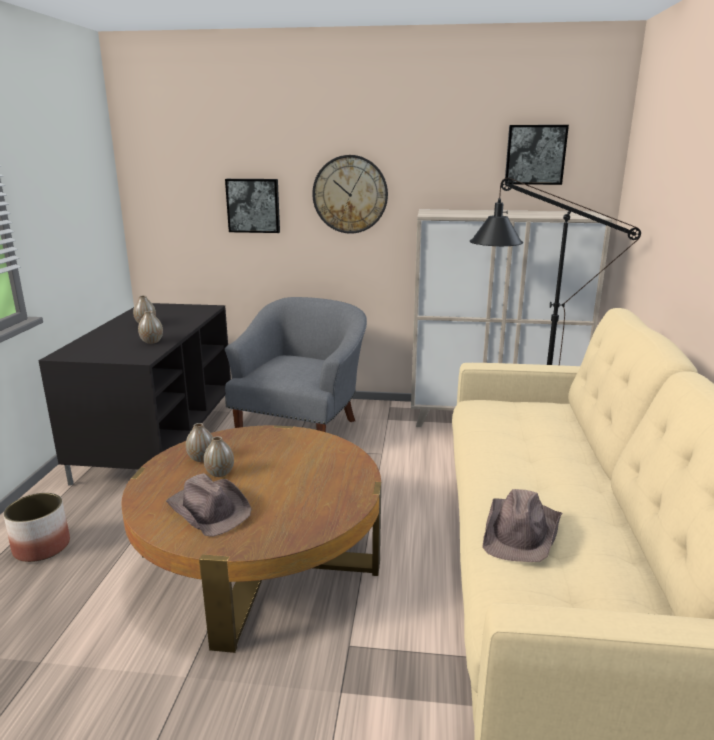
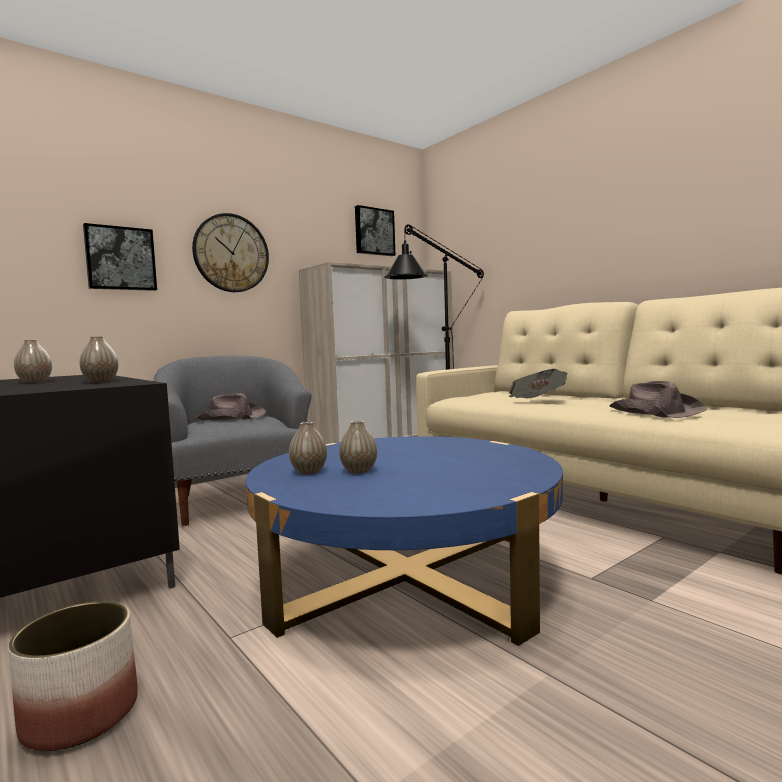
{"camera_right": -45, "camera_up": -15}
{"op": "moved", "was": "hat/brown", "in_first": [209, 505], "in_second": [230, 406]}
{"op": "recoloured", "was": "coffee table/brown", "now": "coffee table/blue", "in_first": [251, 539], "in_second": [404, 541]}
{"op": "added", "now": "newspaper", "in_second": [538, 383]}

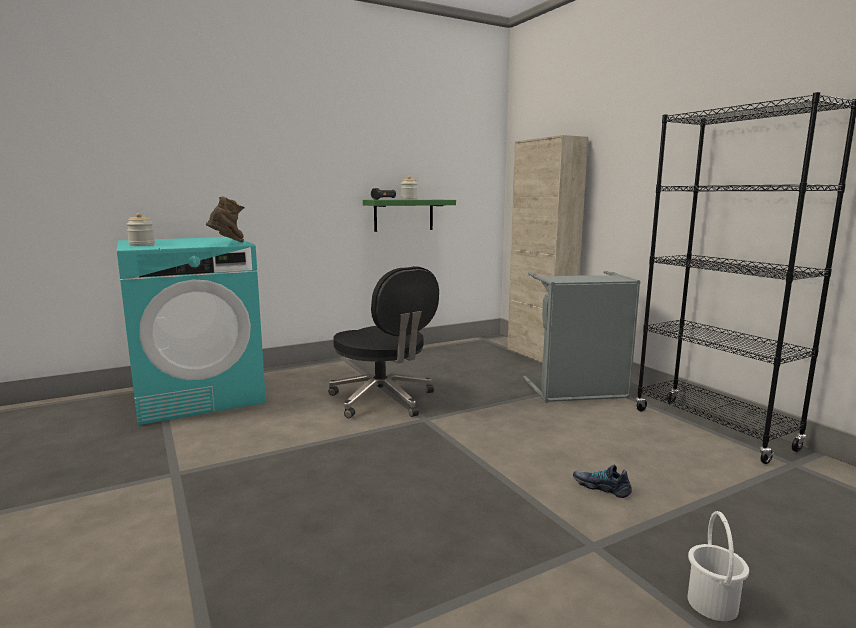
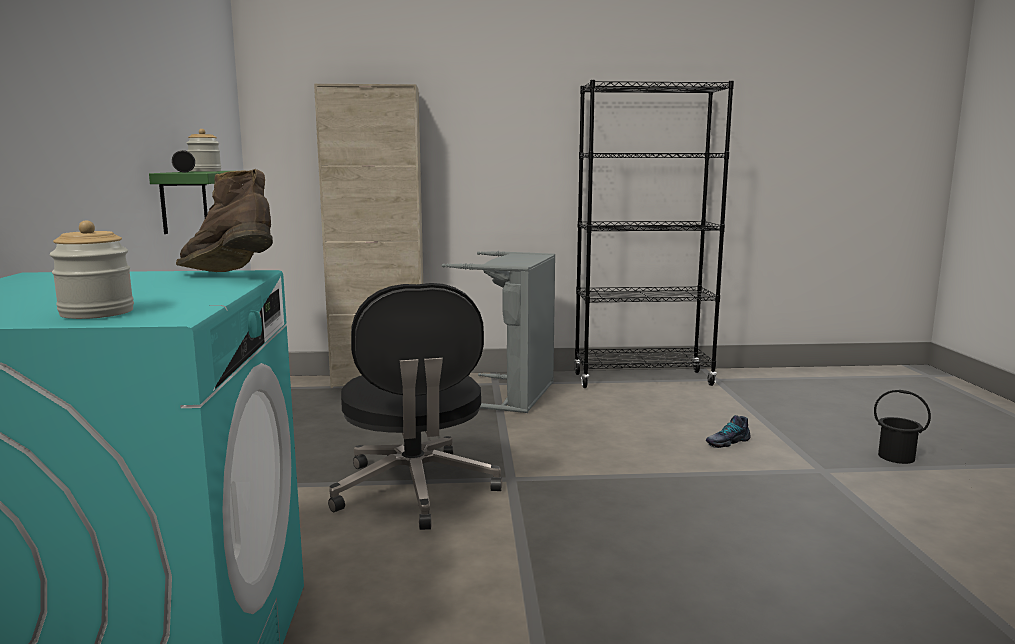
{"camera_right": -65, "camera_up": 0}
{"op": "turned", "was": "office chair/black", "in_first": [384, 342], "in_second": [415, 406], "clockwise": 90}
{"op": "recoloured", "was": "bucket/white", "now": "bucket/black", "in_first": [718, 566], "in_second": [902, 427]}

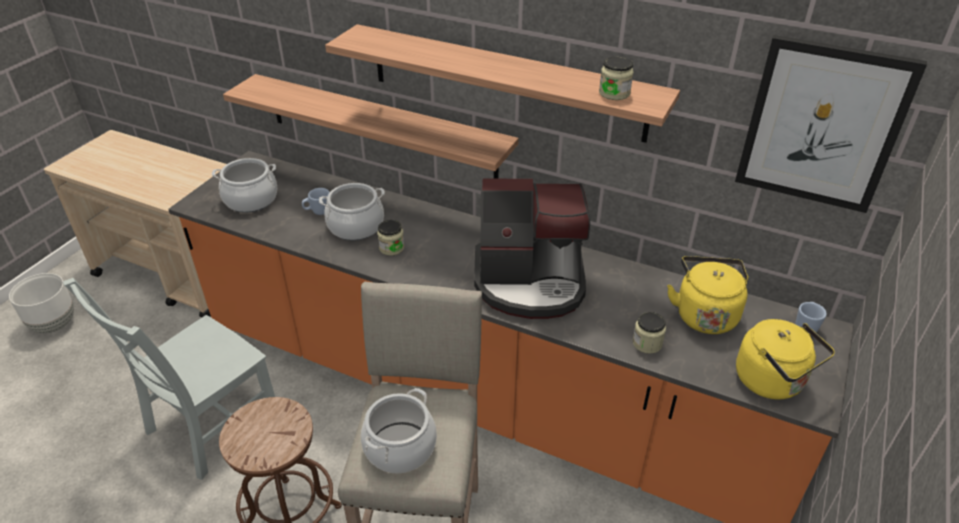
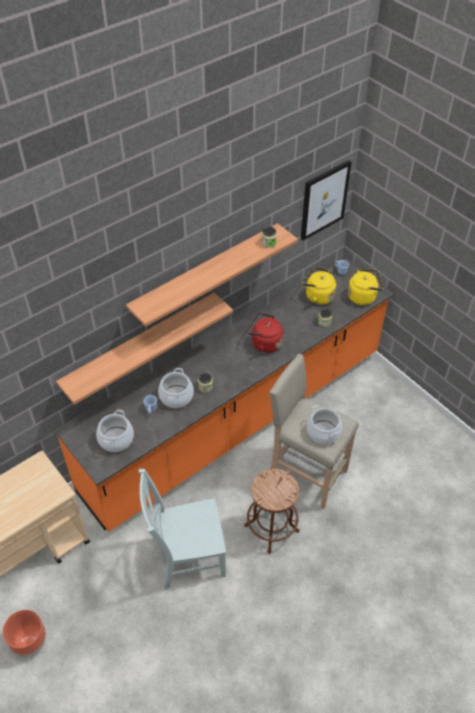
{"camera_right": -65, "camera_up": 10}
{"op": "recoloured", "was": "planter/white", "now": "planter/brown", "in_first": [41, 303], "in_second": [24, 633]}
{"op": "turned", "was": "chair/grey", "in_first": [169, 379], "in_second": [182, 529], "clockwise": 105}
{"op": "replaced", "was": "coffee machine", "now": "kettle/red", "in_first": [532, 248], "in_second": [265, 333]}

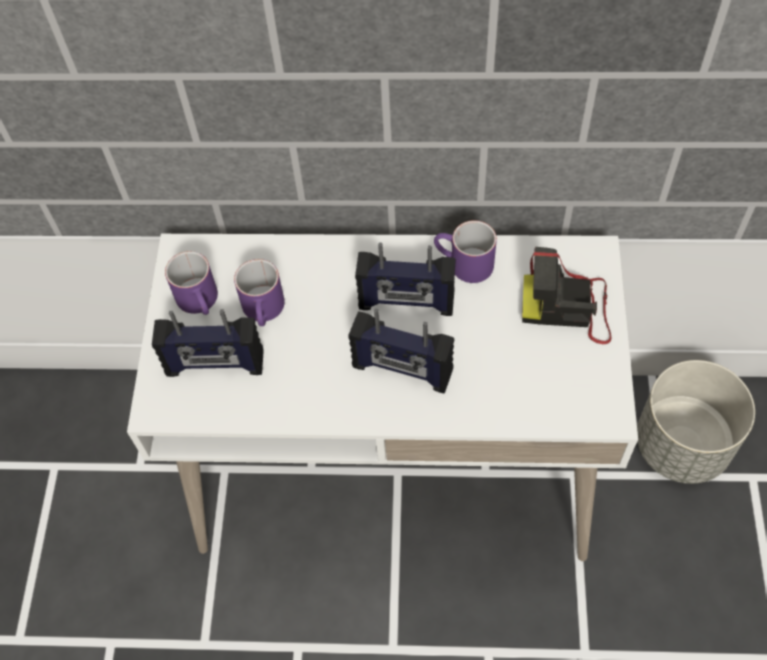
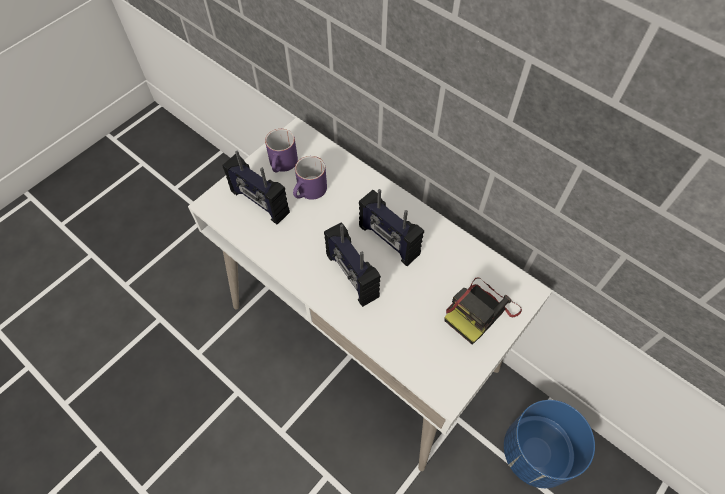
{"camera_right": 35, "camera_up": 0}
{"op": "turned", "was": "photo camera", "in_first": [567, 295], "in_second": [483, 311], "clockwise": -90}
{"op": "recoloured", "was": "planter/grey", "now": "planter/blue", "in_first": [696, 422], "in_second": [549, 444]}
{"op": "removed", "was": "mug/purple", "in_first": [465, 251]}

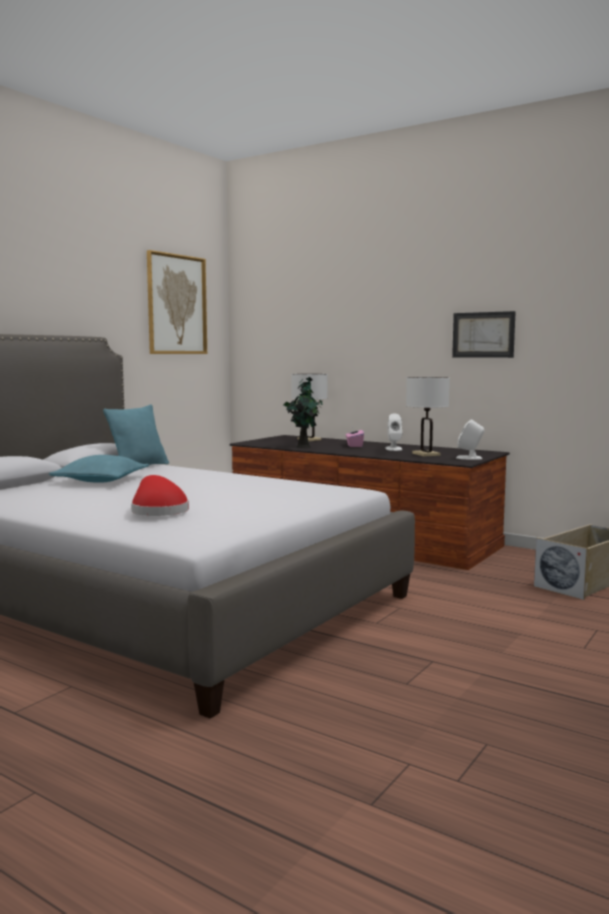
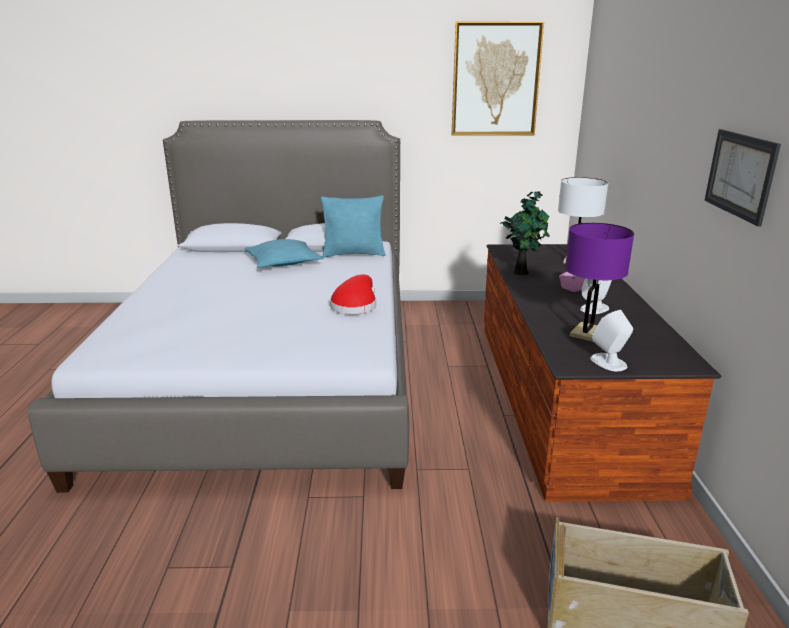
{"camera_right": 55, "camera_up": 15}
{"op": "moved", "was": "hat/red", "in_first": [160, 495], "in_second": [353, 294]}
{"op": "recoloured", "was": "table lamp/white", "now": "table lamp/purple", "in_first": [428, 417], "in_second": [599, 282]}

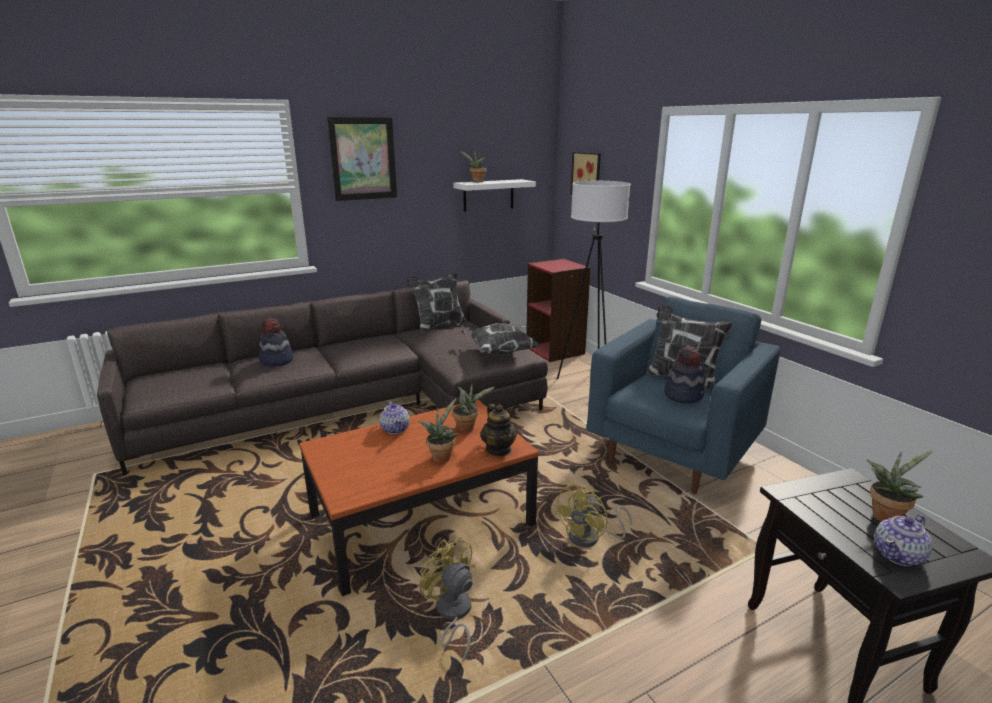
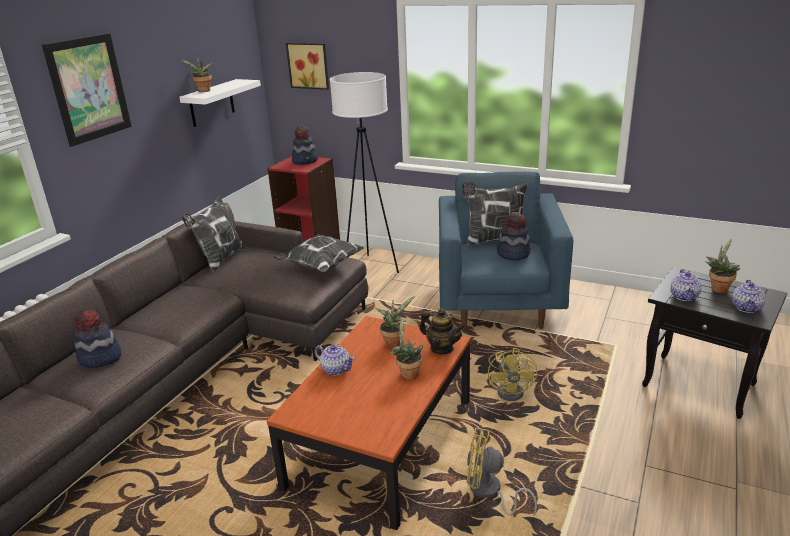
{"camera_right": -35, "camera_up": 5}
{"op": "added", "now": "hat", "in_second": [305, 145]}
{"op": "added", "now": "teapot", "in_second": [686, 285]}

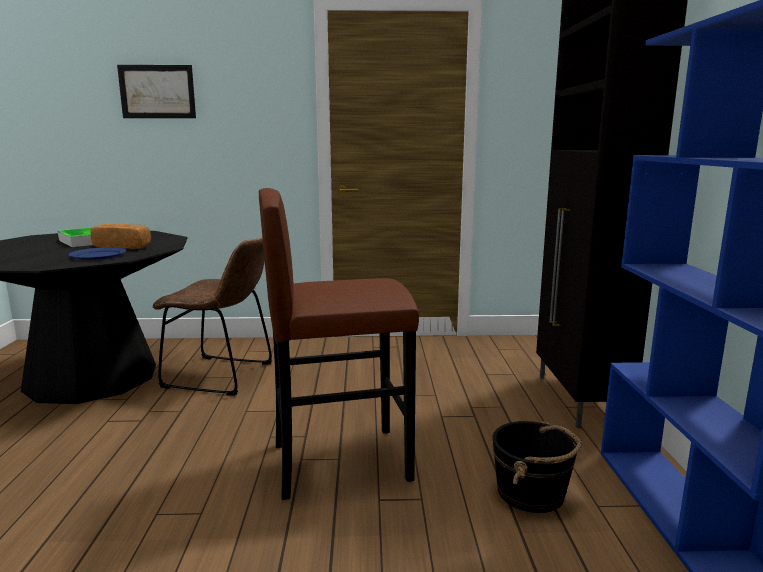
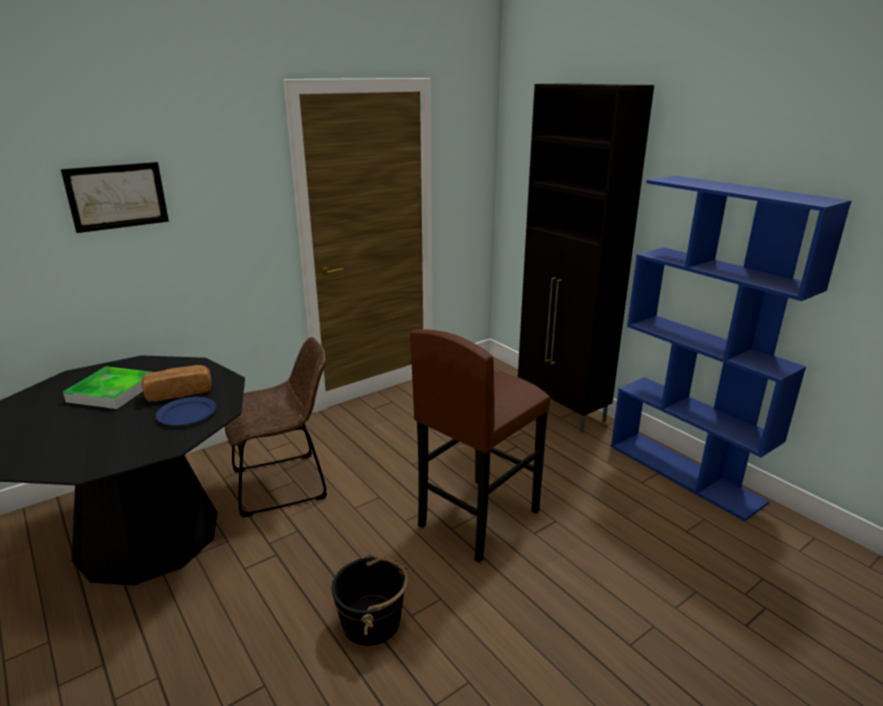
{"camera_right": -35, "camera_up": 10}
{"op": "moved", "was": "bucket/black", "in_first": [538, 467], "in_second": [370, 600]}

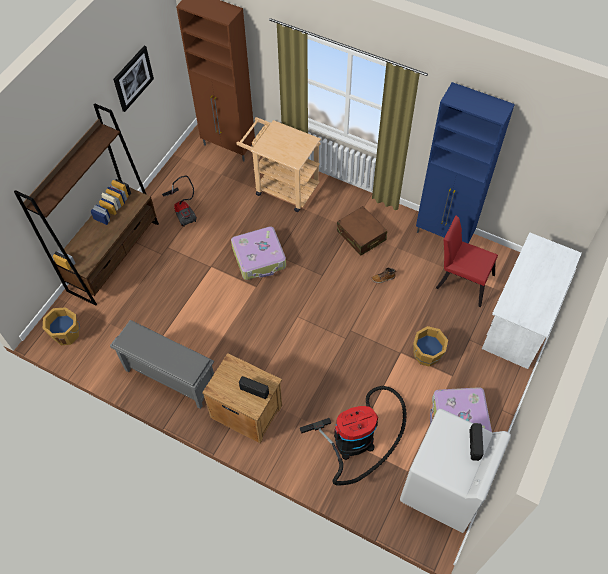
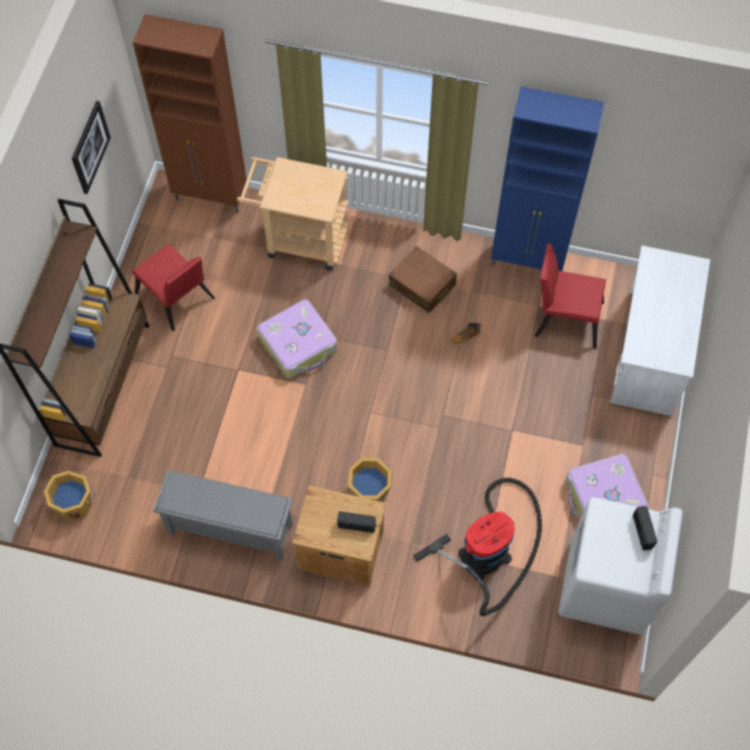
{"camera_right": -15, "camera_up": 5}
{"op": "replaced", "was": "vacuum cleaner", "now": "chair/red", "in_first": [179, 201], "in_second": [173, 287]}
{"op": "moved", "was": "bucket/orange", "in_first": [430, 346], "in_second": [370, 479]}

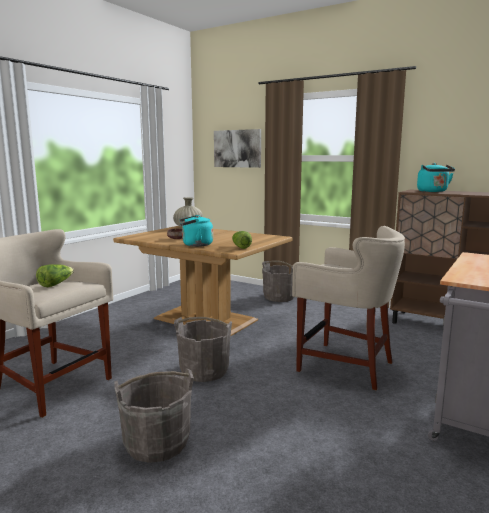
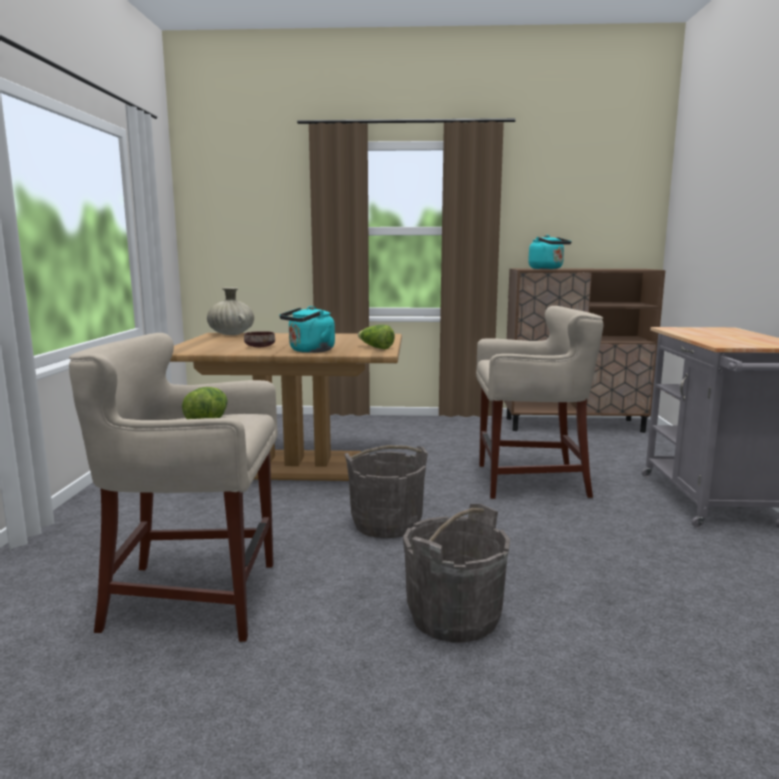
{"camera_right": -30, "camera_up": 0}
{"op": "removed", "was": "picture", "in_first": [237, 148]}
{"op": "removed", "was": "bucket/grey", "in_first": [278, 281]}

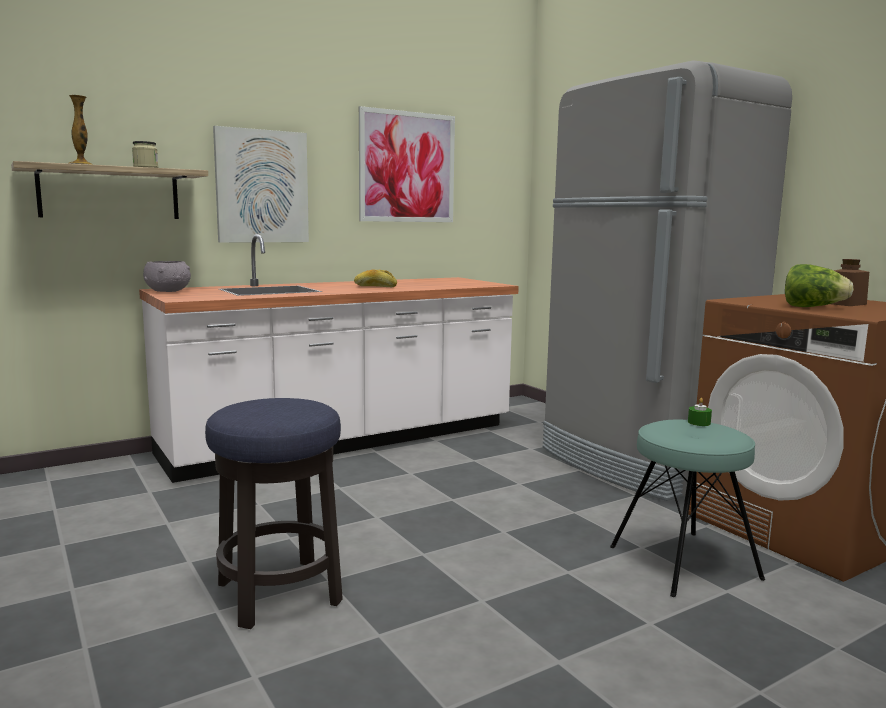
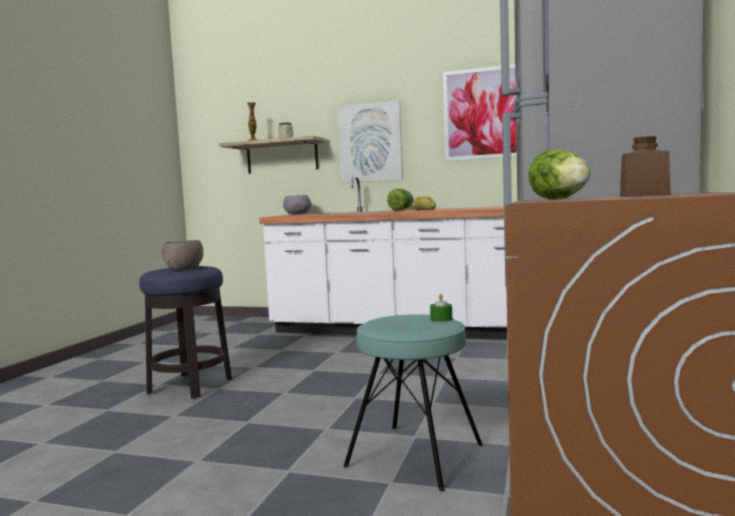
{"camera_right": 50, "camera_up": -5}
{"op": "added", "now": "bowl/grey", "in_second": [182, 255]}
{"op": "added", "now": "lettuce", "in_second": [400, 200]}

